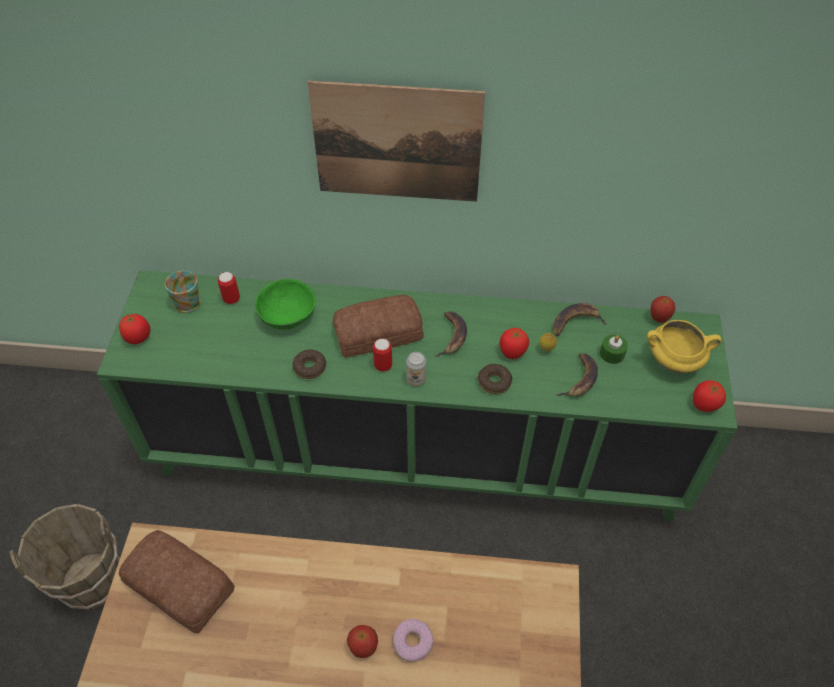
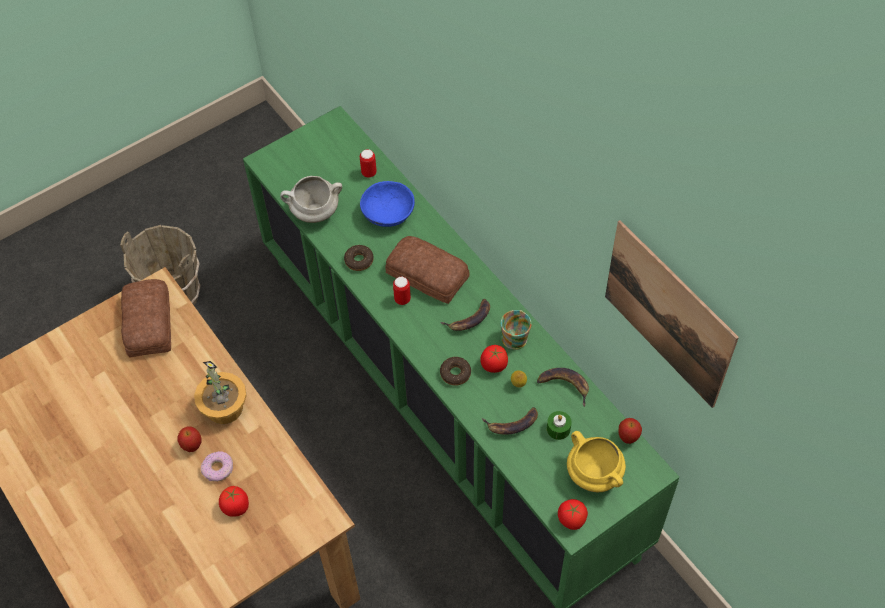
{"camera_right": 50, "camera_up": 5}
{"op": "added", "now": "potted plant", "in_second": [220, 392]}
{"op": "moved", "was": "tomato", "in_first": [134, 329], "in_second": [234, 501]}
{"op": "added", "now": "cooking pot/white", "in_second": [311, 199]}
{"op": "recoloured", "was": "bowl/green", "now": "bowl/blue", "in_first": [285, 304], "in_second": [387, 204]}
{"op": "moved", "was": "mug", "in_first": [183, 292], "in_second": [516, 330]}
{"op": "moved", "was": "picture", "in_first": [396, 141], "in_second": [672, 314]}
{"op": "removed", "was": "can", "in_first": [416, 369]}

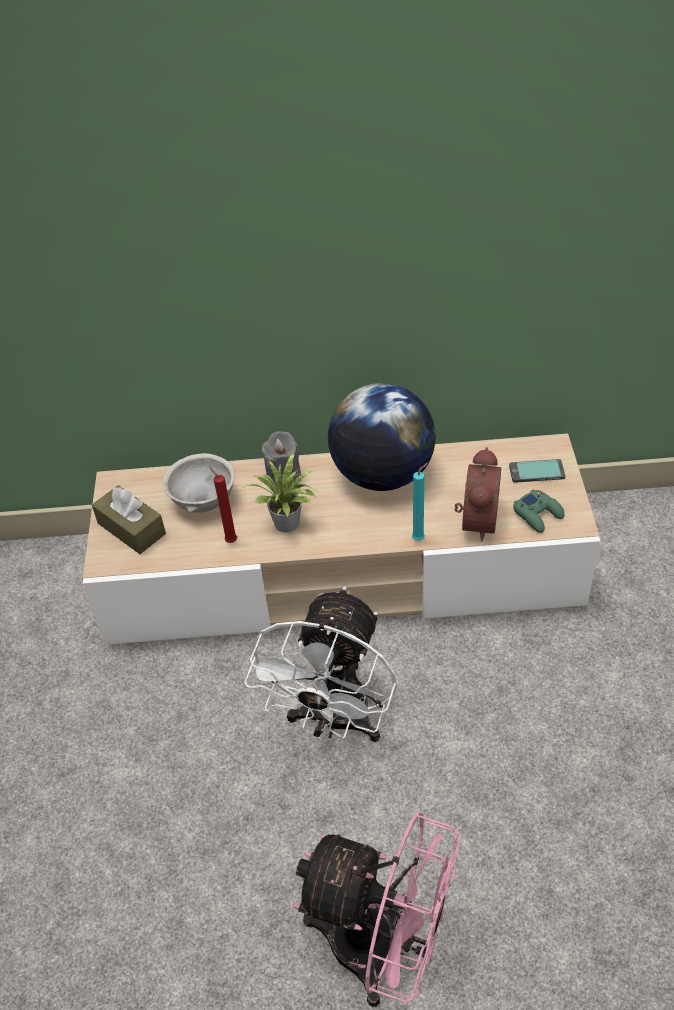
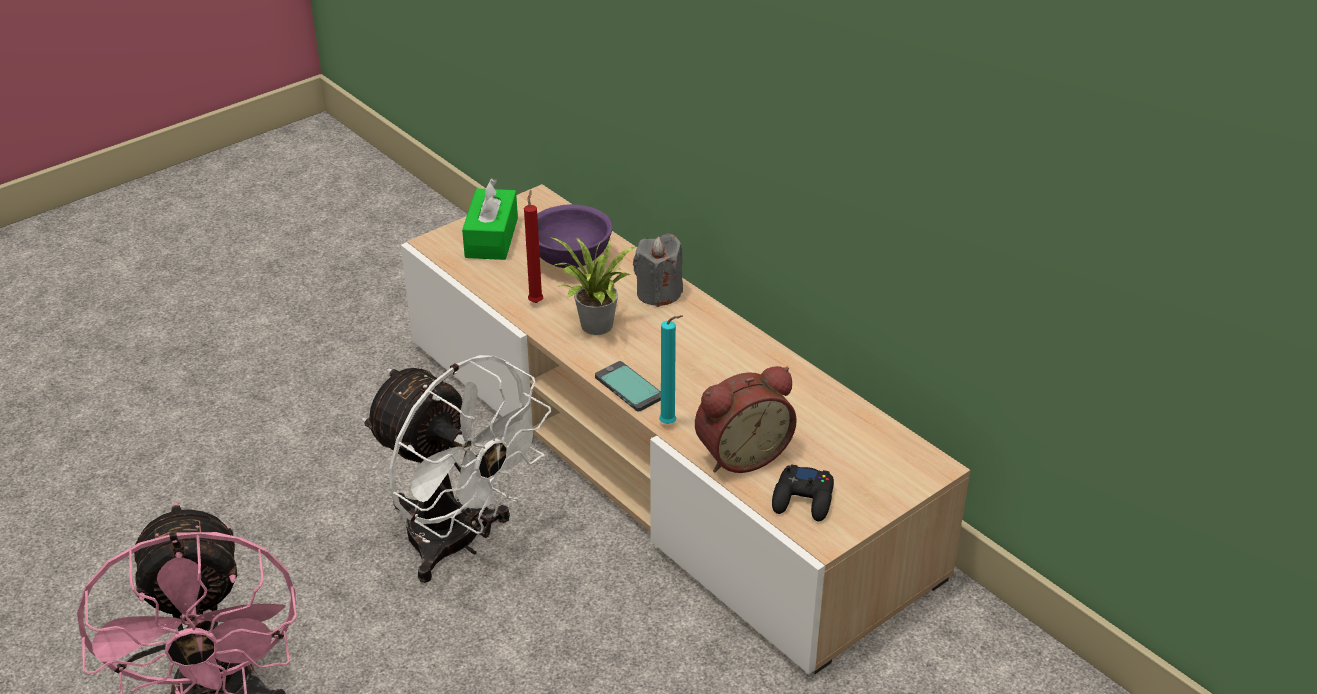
{"camera_right": 50, "camera_up": -10}
{"op": "turned", "was": "fan/white", "in_first": [320, 664], "in_second": [456, 469], "clockwise": -120}
{"op": "recoloured", "was": "tissue box/brown", "now": "tissue box/green", "in_first": [129, 519], "in_second": [490, 219]}
{"op": "recoloured", "was": "bowl/grey", "now": "bowl/purple", "in_first": [199, 483], "in_second": [574, 236]}
{"op": "moved", "was": "phone", "in_first": [537, 471], "in_second": [628, 386]}
{"op": "recoloured", "was": "game controller/green", "now": "game controller/black", "in_first": [539, 511], "in_second": [803, 492]}
{"op": "removed", "was": "globe", "in_first": [382, 437]}

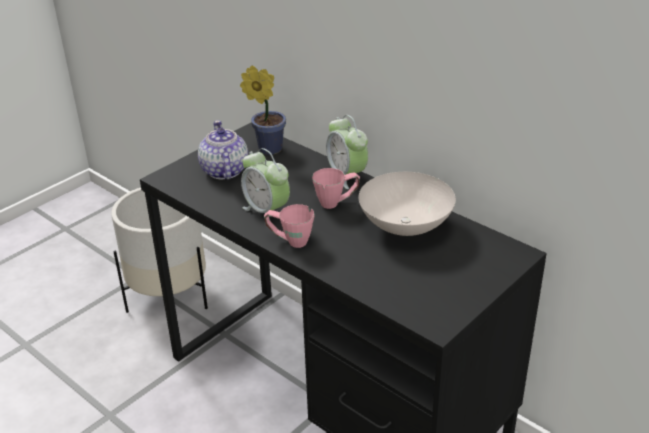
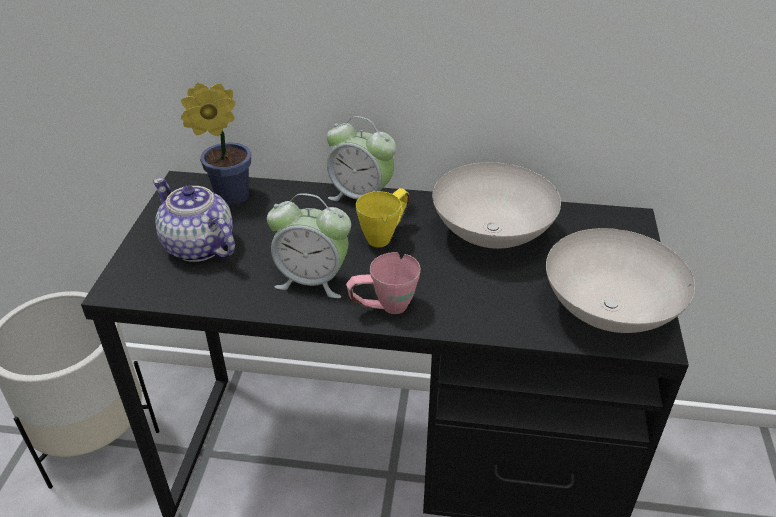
{"camera_right": -35, "camera_up": 5}
{"op": "recoloured", "was": "mug/pink", "now": "mug/yellow", "in_first": [336, 188], "in_second": [382, 218]}
{"op": "added", "now": "bowl/white", "in_second": [620, 280]}

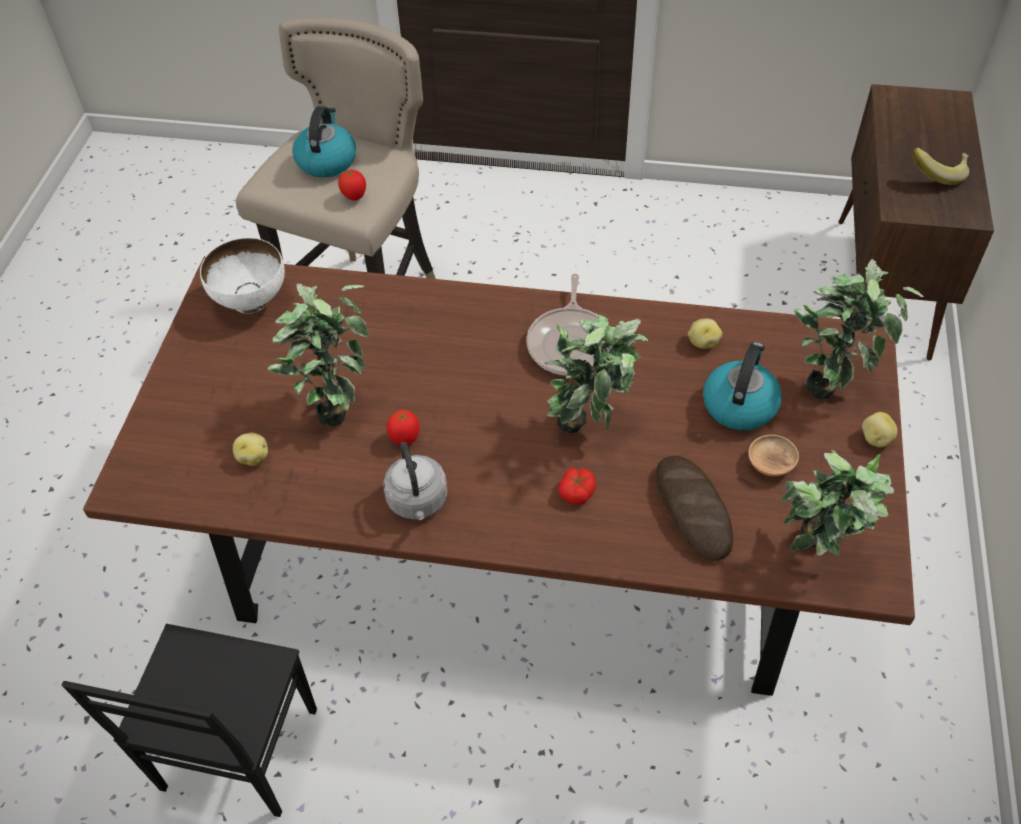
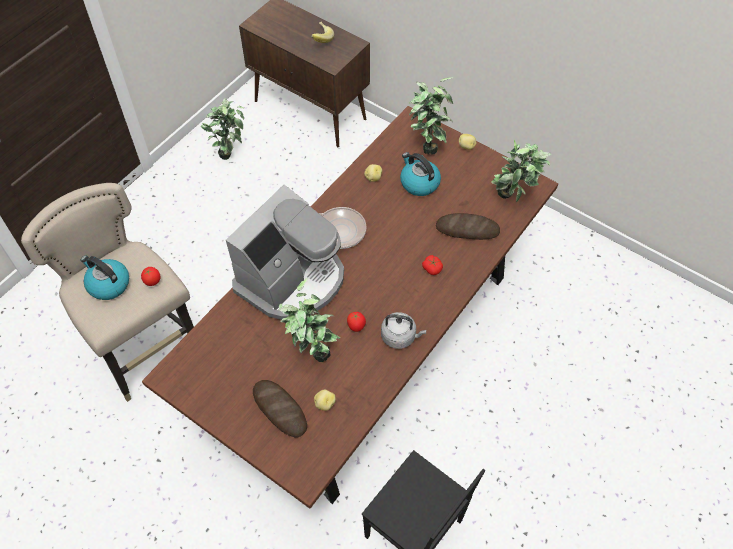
{"camera_right": -65, "camera_up": 5}
{"op": "moved", "was": "potted plant", "in_first": [596, 374], "in_second": [223, 129]}
{"op": "added", "now": "coffee machine", "in_second": [285, 252]}
{"op": "added", "now": "bread", "in_second": [280, 409]}
{"op": "removed", "was": "bowl/white", "in_first": [242, 276]}
{"op": "removed", "was": "bowl/brown", "in_first": [773, 455]}

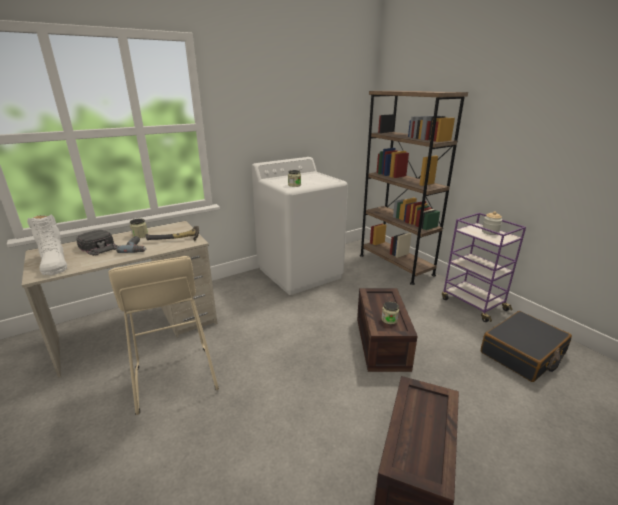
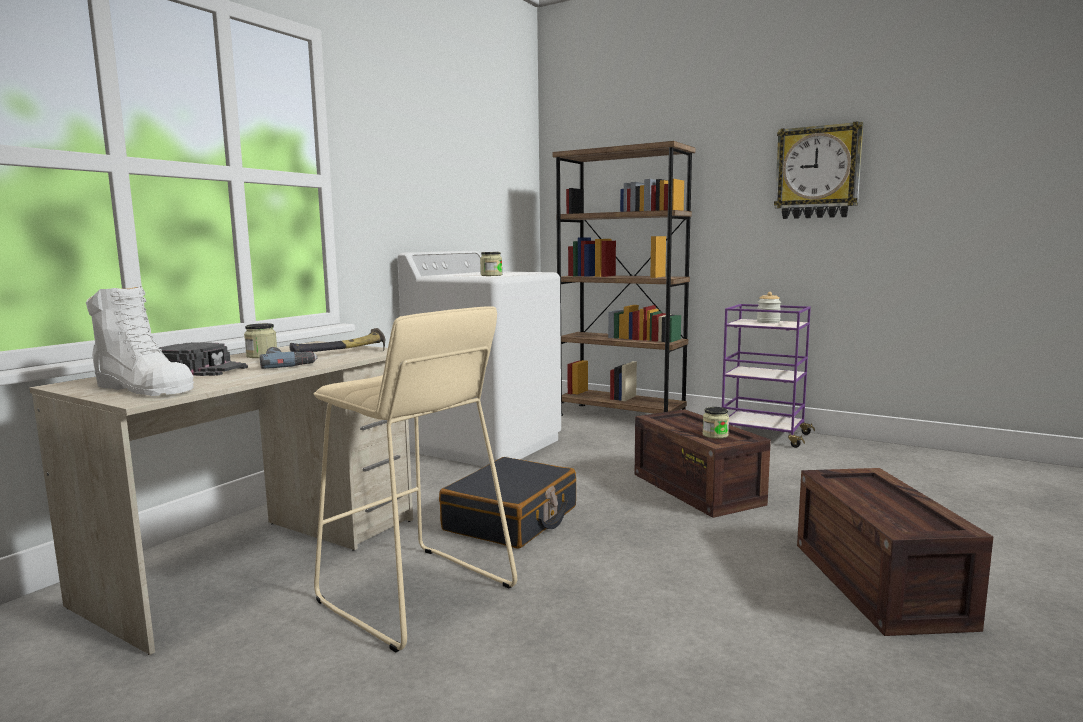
{"camera_right": -25, "camera_up": -15}
{"op": "moved", "was": "suitcase/black", "in_first": [526, 346], "in_second": [507, 503]}
{"op": "added", "now": "wall clock", "in_second": [818, 170]}

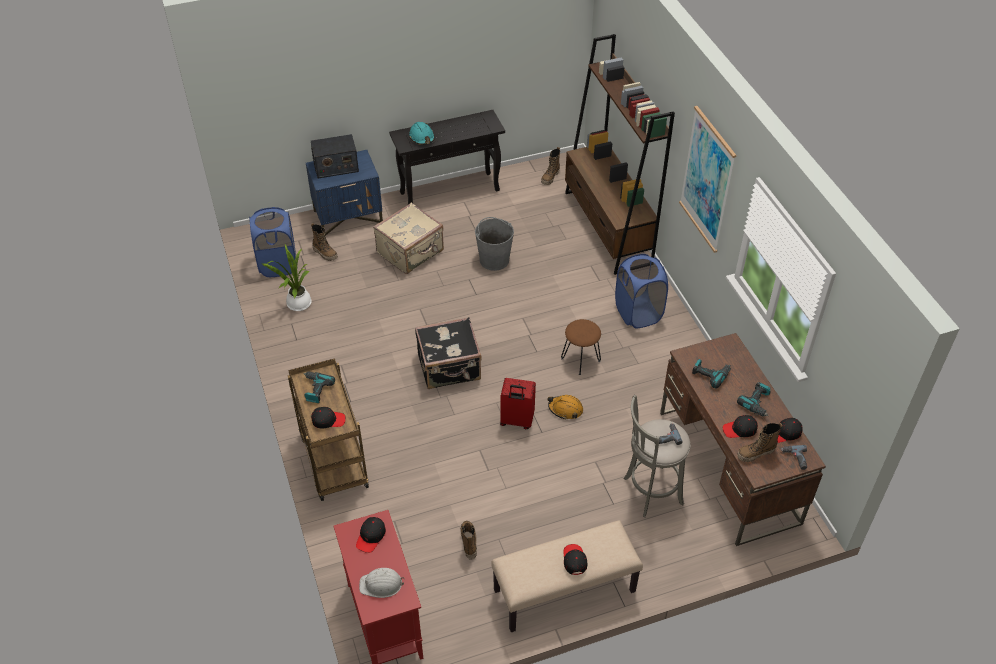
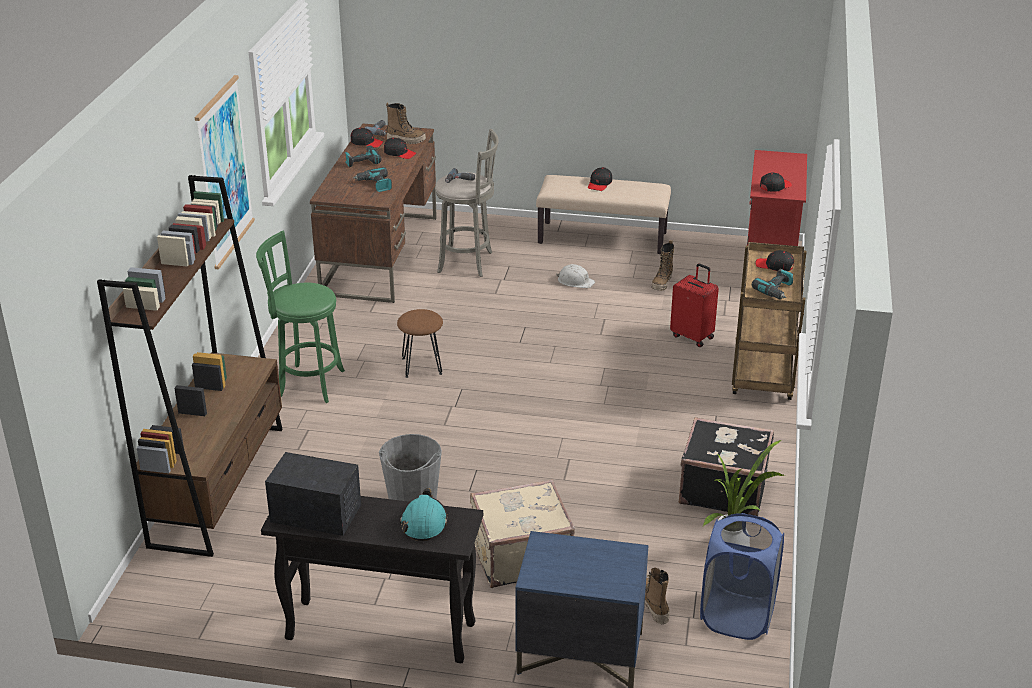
{"camera_right": -150, "camera_up": -15}
{"op": "replaced", "was": "laundry basket/blue", "now": "stool/green", "in_first": [641, 291], "in_second": [300, 316]}
{"op": "moved", "was": "radio", "in_first": [335, 156], "in_second": [313, 494]}
{"op": "moved", "was": "hard hat/white", "in_first": [382, 583], "in_second": [575, 276]}
{"op": "moved", "was": "suitcase/red", "in_first": [518, 403], "in_second": [694, 305]}
{"op": "moved", "was": "suitcase/black", "in_first": [448, 353], "in_second": [726, 466]}
{"op": "removed", "was": "boot", "in_first": [550, 166]}
{"op": "removed", "was": "hard hat/orange", "in_first": [565, 407]}

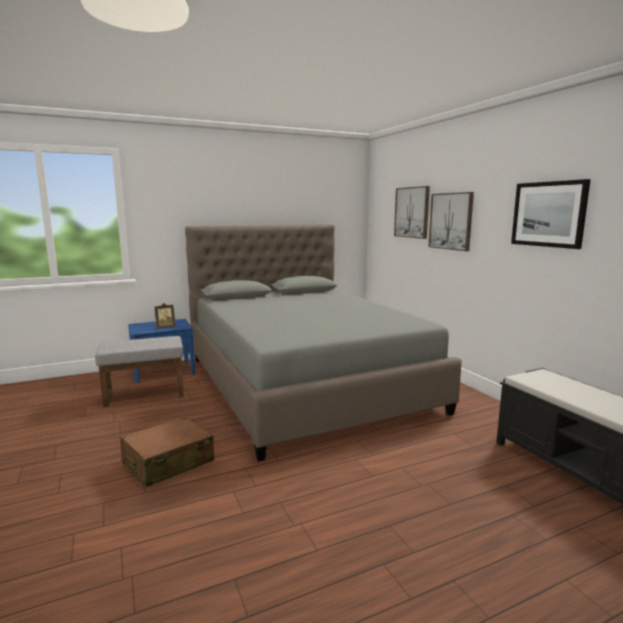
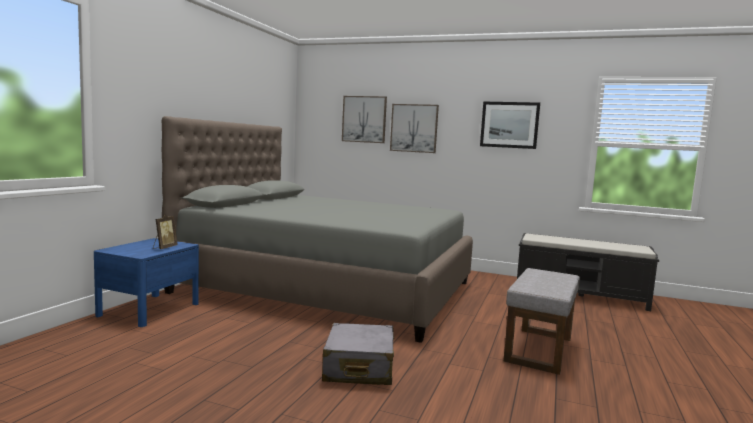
{"camera_right": -45, "camera_up": -5}
{"op": "recoloured", "was": "suitcase/brown", "now": "suitcase/grey", "in_first": [167, 452], "in_second": [358, 354]}
{"op": "moved", "was": "ottoman/grey", "in_first": [139, 371], "in_second": [542, 321]}

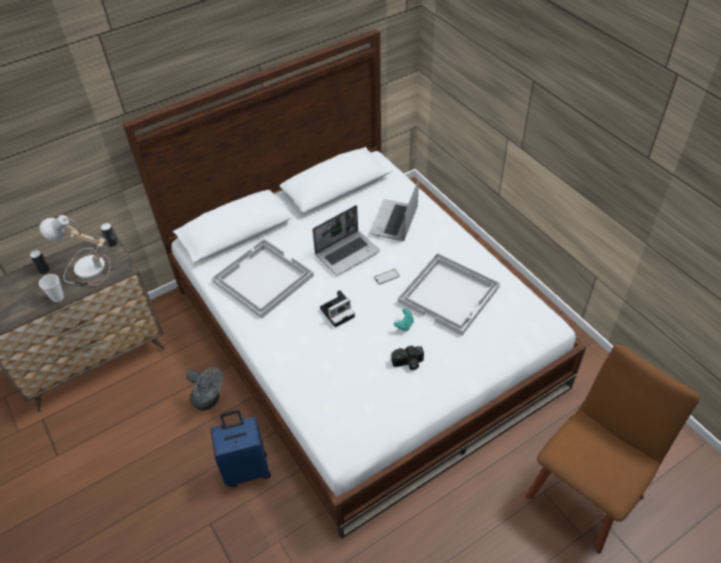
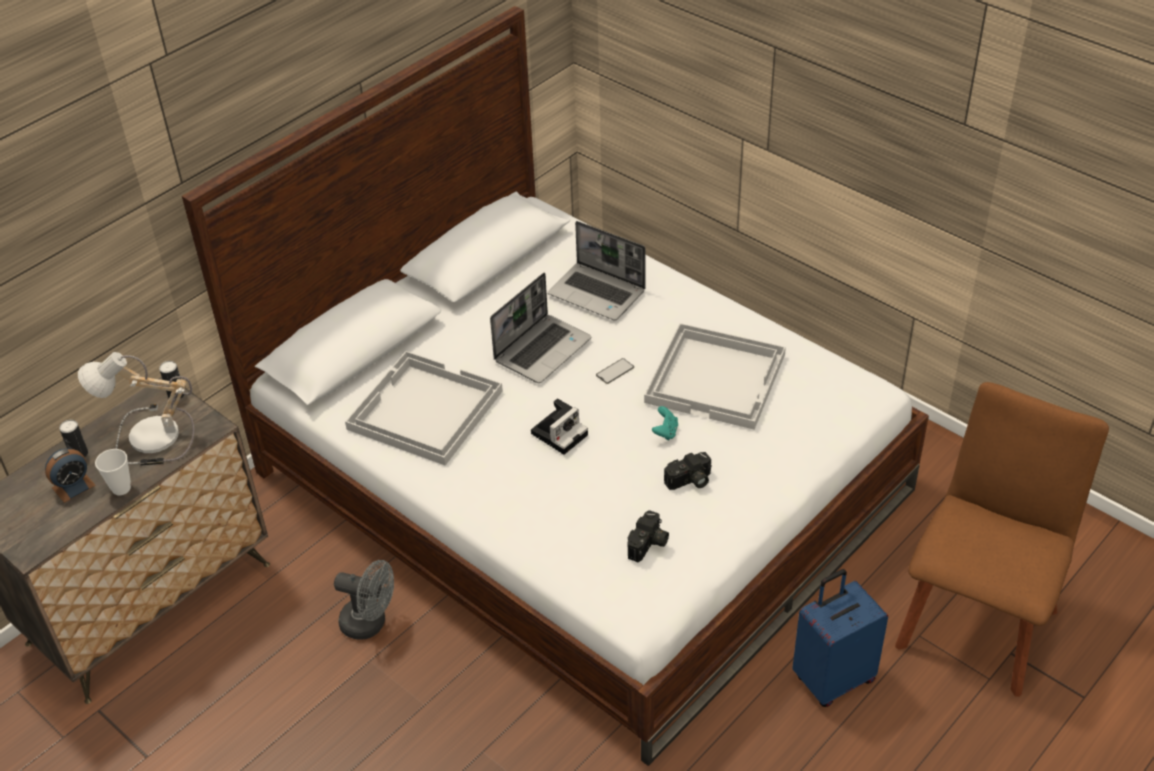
{"camera_right": -15, "camera_up": -5}
{"op": "added", "now": "alarm clock", "in_second": [70, 475]}
{"op": "turned", "was": "laptop", "in_first": [394, 211], "in_second": [597, 271], "clockwise": -60}
{"op": "added", "now": "photo camera", "in_second": [648, 536]}
{"op": "moved", "was": "suitcase/blue", "in_first": [240, 448], "in_second": [840, 638]}

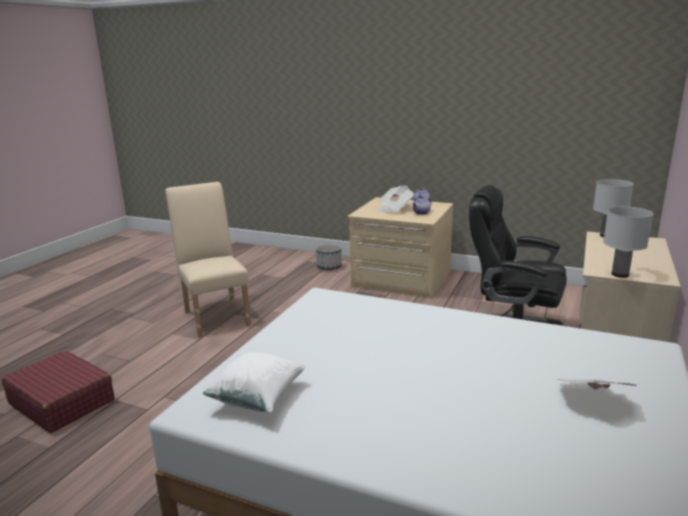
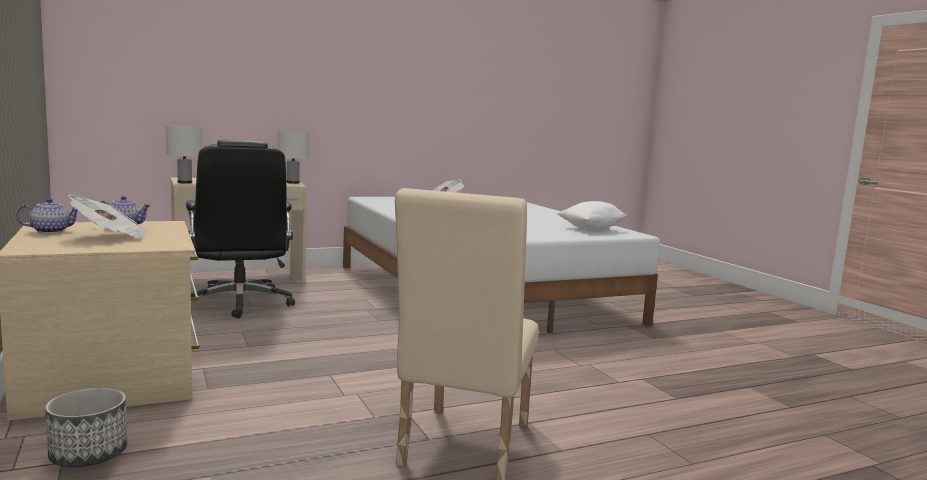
{"camera_right": -140, "camera_up": -10}
{"op": "removed", "was": "suitcase/red", "in_first": [58, 392]}

